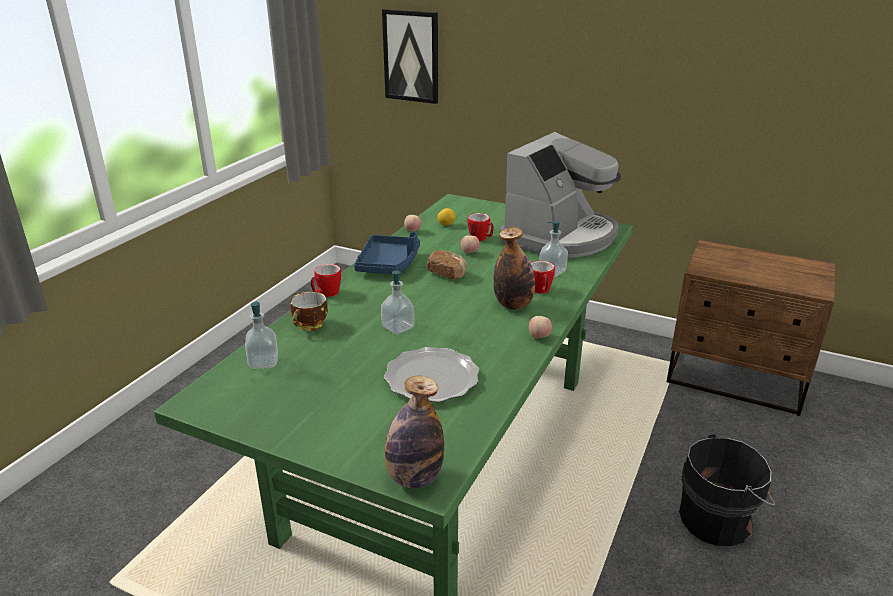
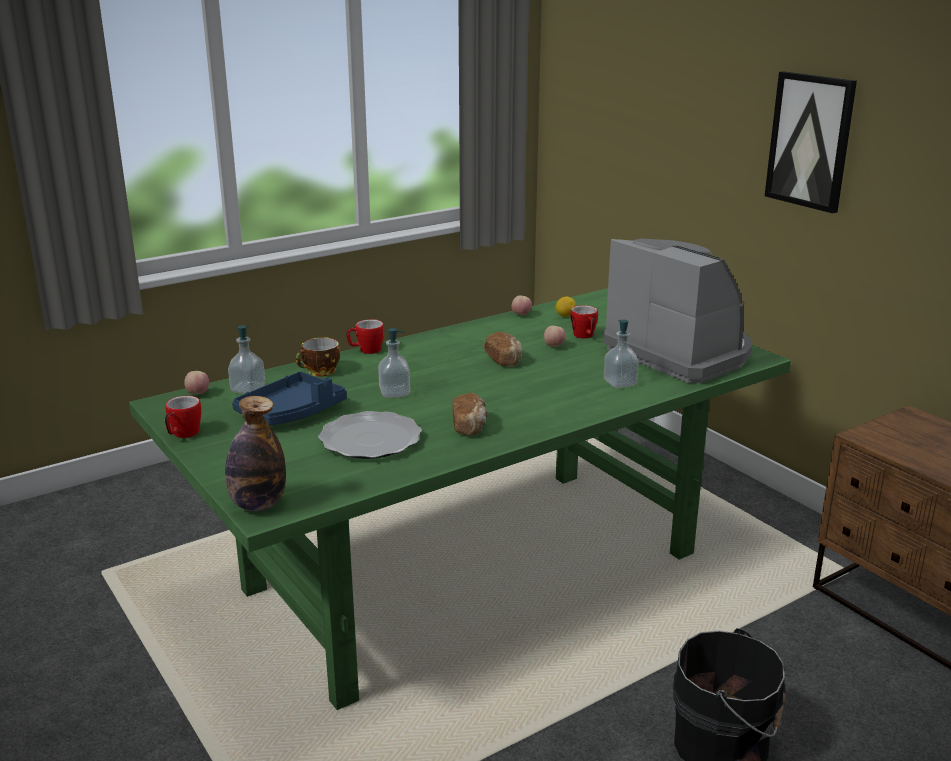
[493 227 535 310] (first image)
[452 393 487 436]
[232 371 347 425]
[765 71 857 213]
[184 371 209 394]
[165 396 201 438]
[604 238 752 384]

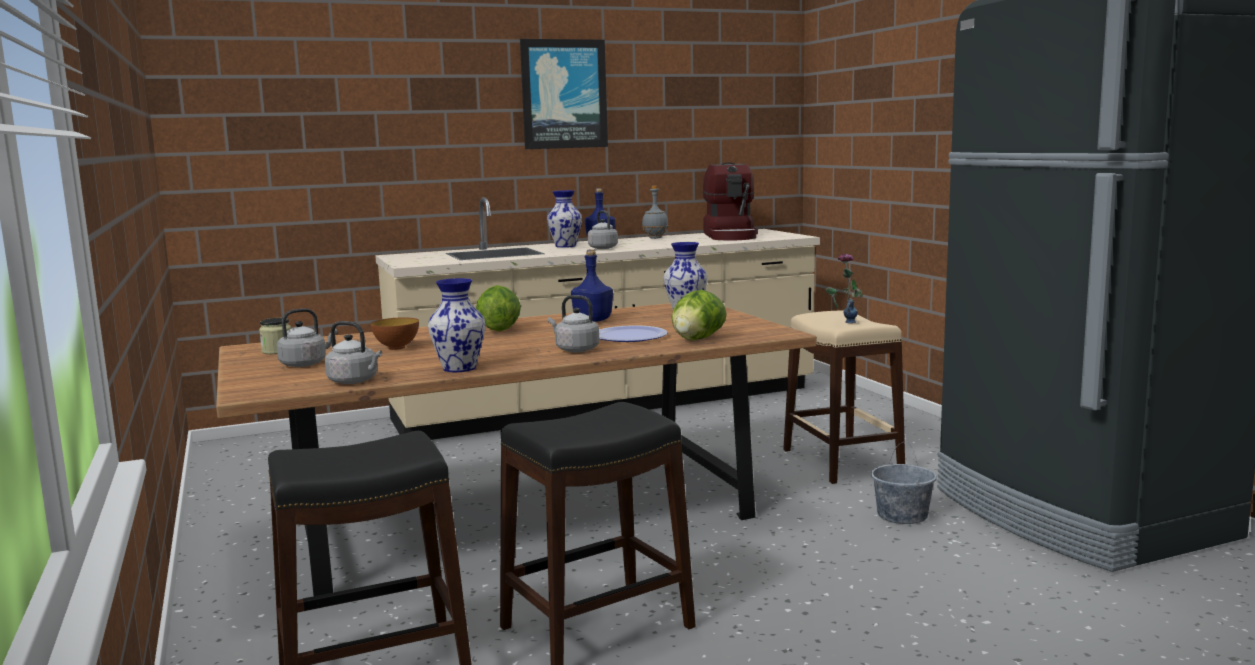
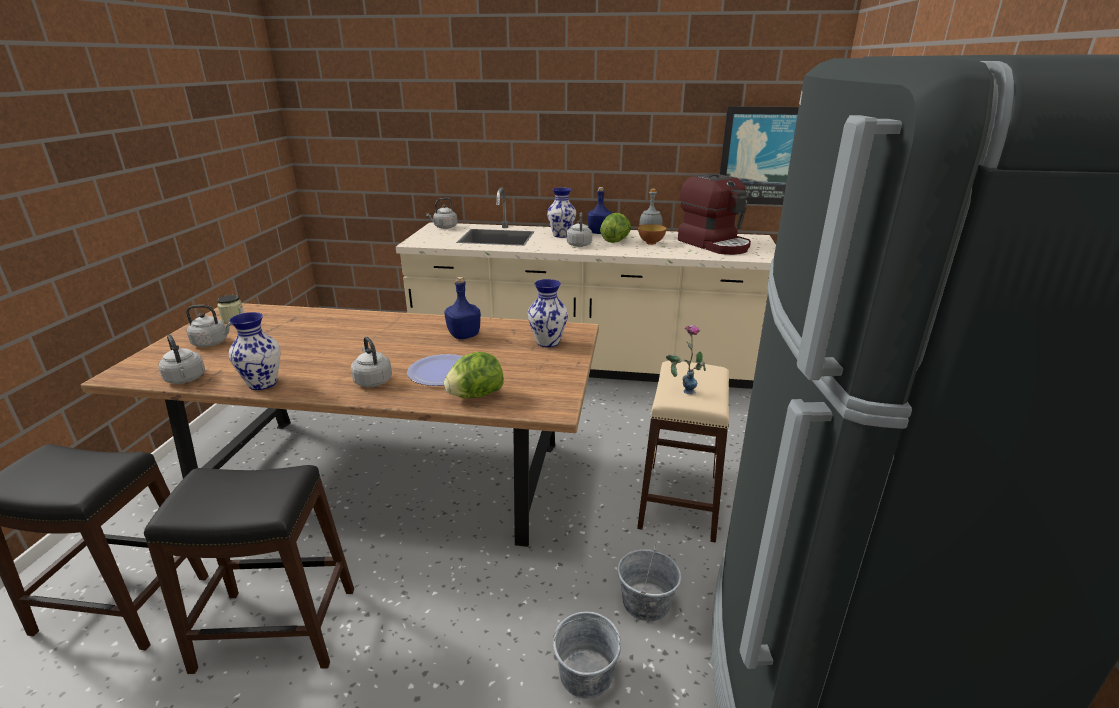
[426 198 457 229]
[553 612 621 699]
[638 224 667 245]
[600 213 631 243]
[720 106 799 205]
[678 173 751 255]

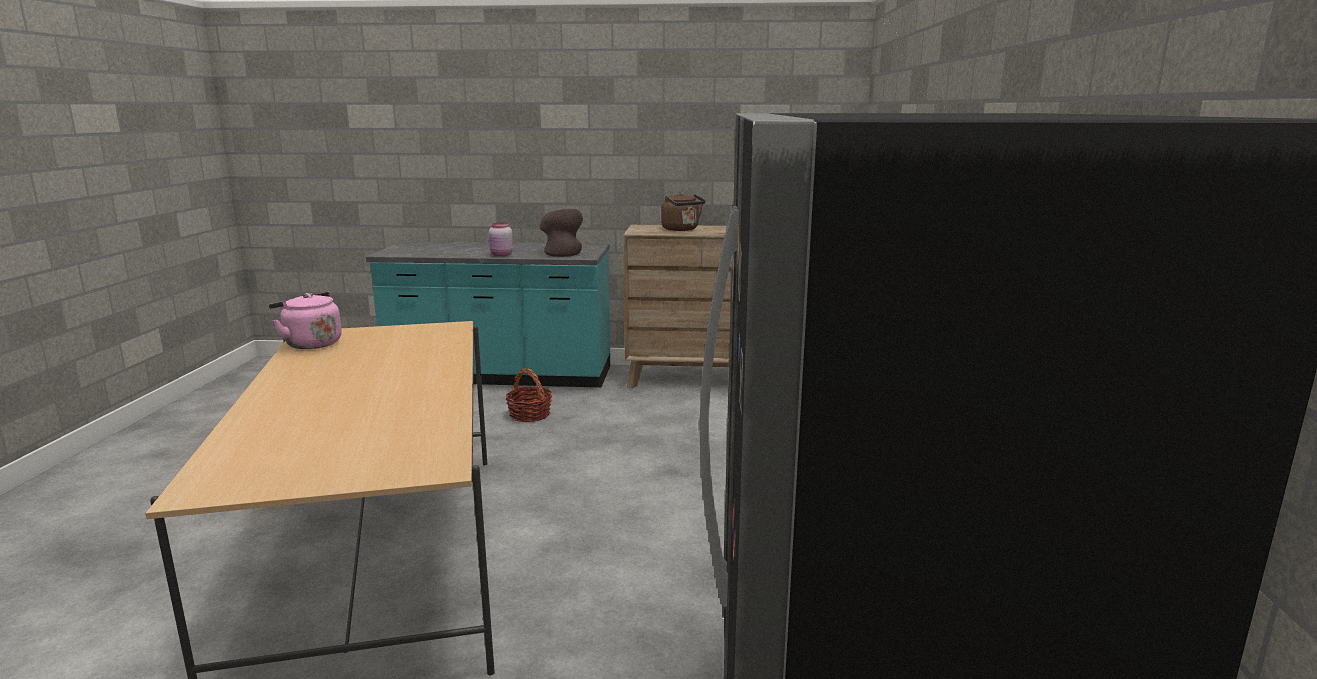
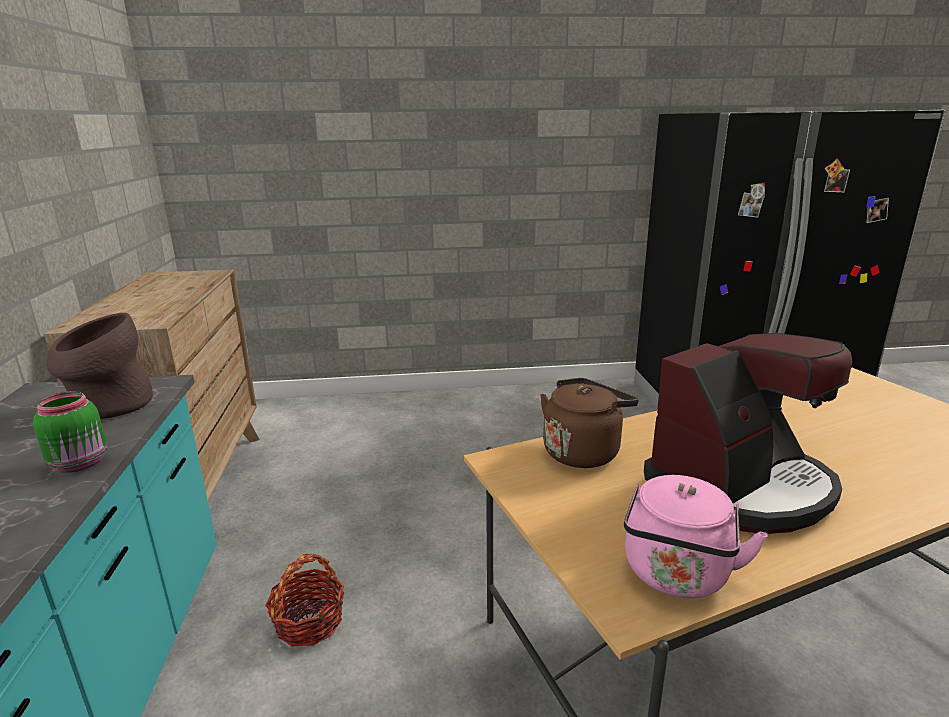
[644 333 853 534]
[540 378 639 468]
[33 391 107 473]

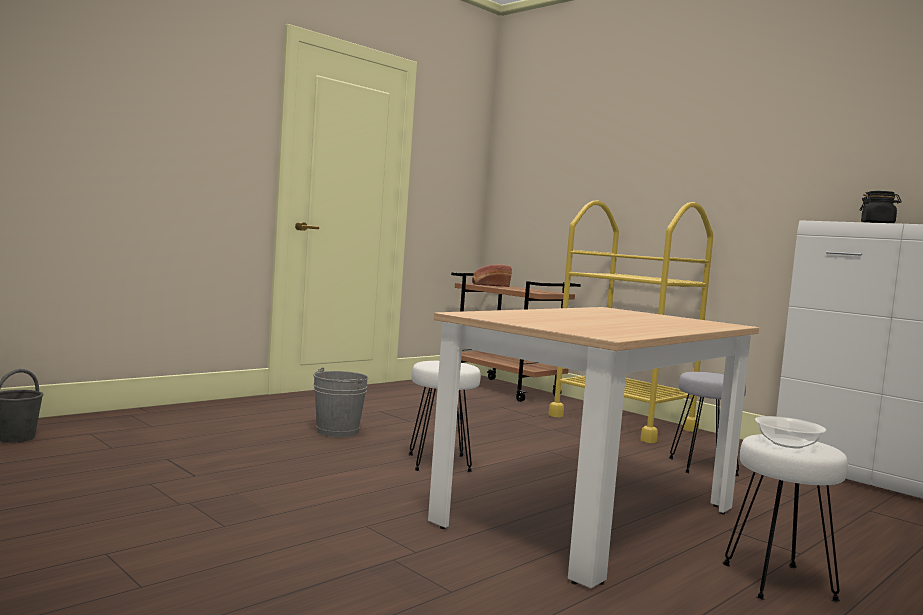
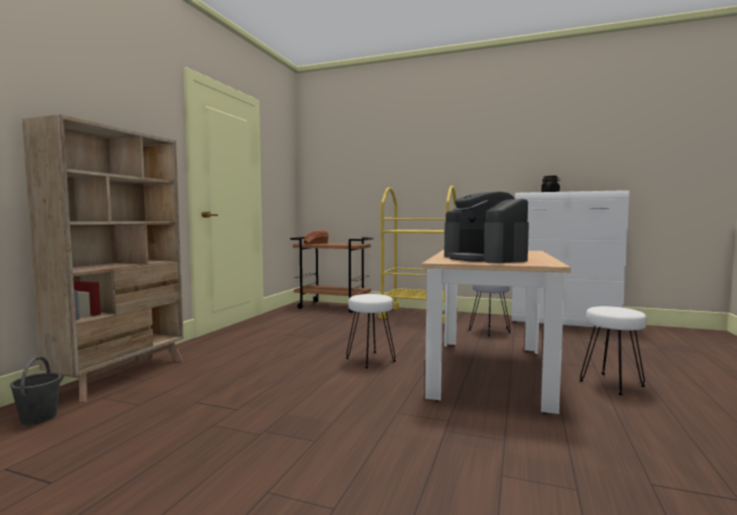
[313 367 368 437] (first image)
[755 416 826 448] (first image)
[22 114 184 402]
[444 191 529 263]

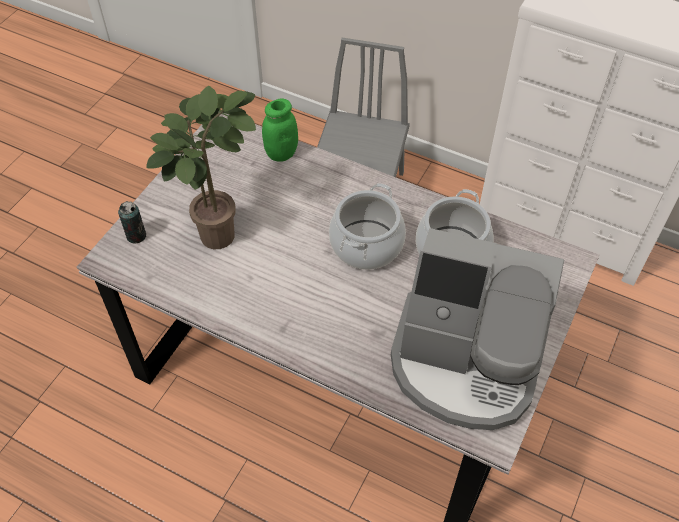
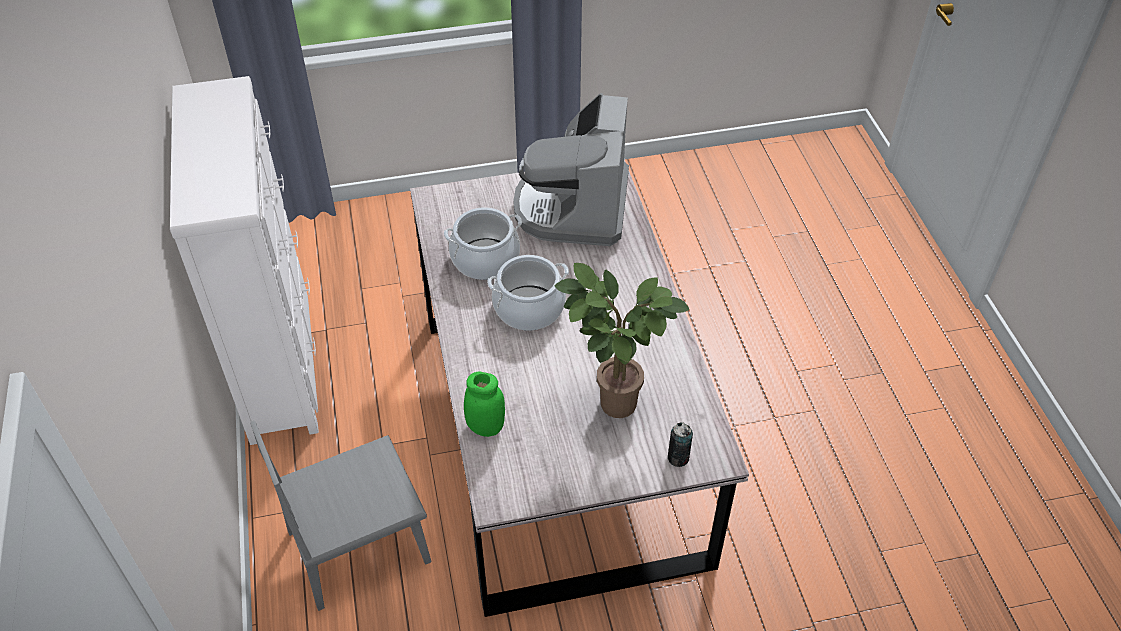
[513 93 629 246]

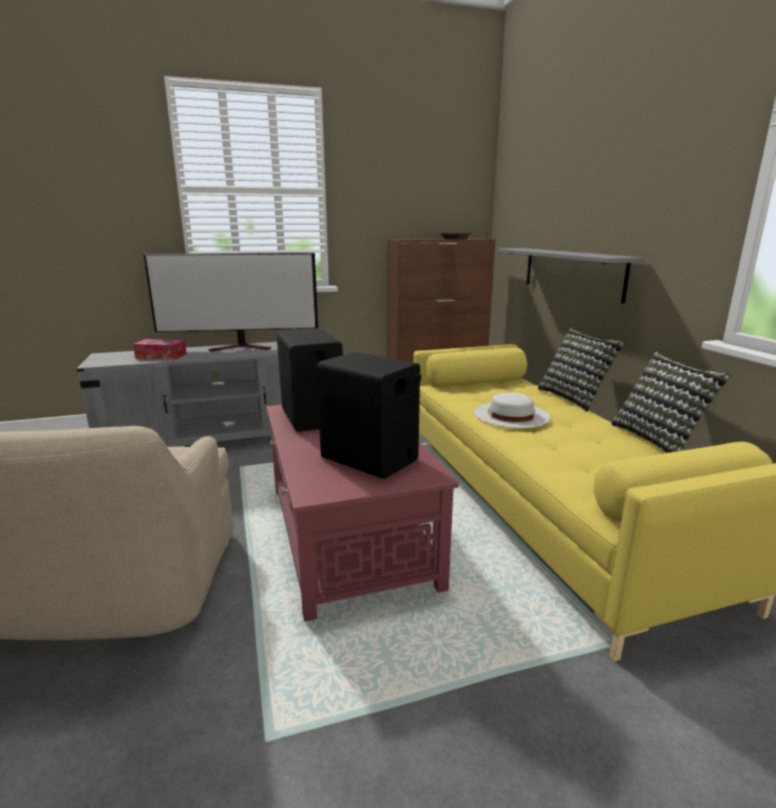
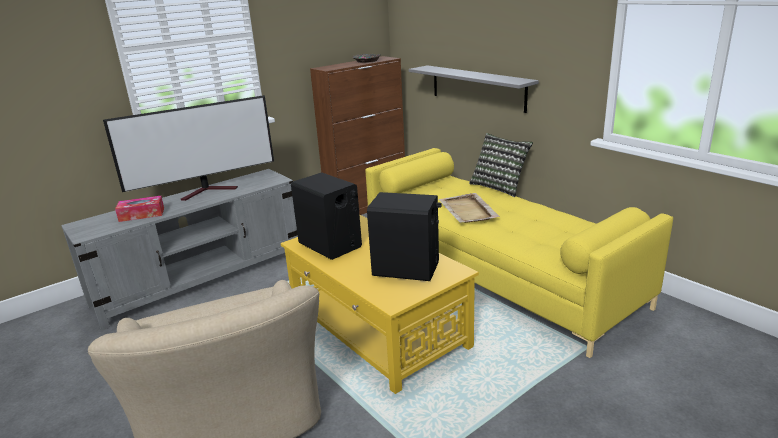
[611 352 732 453] (first image)
[438 193 500 223]
[281 215 479 394]

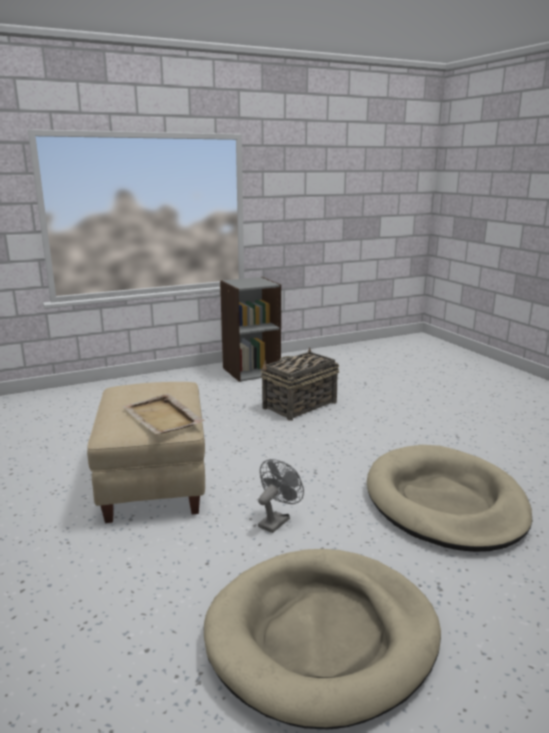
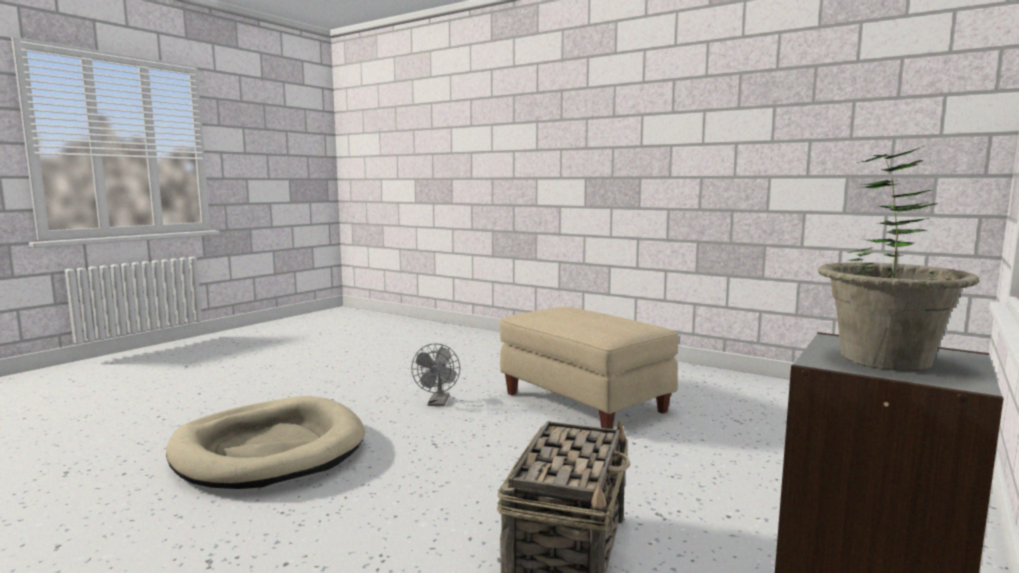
[122 394 205 434] (first image)
[204 549 441 729] (first image)
[818 145 980 371]

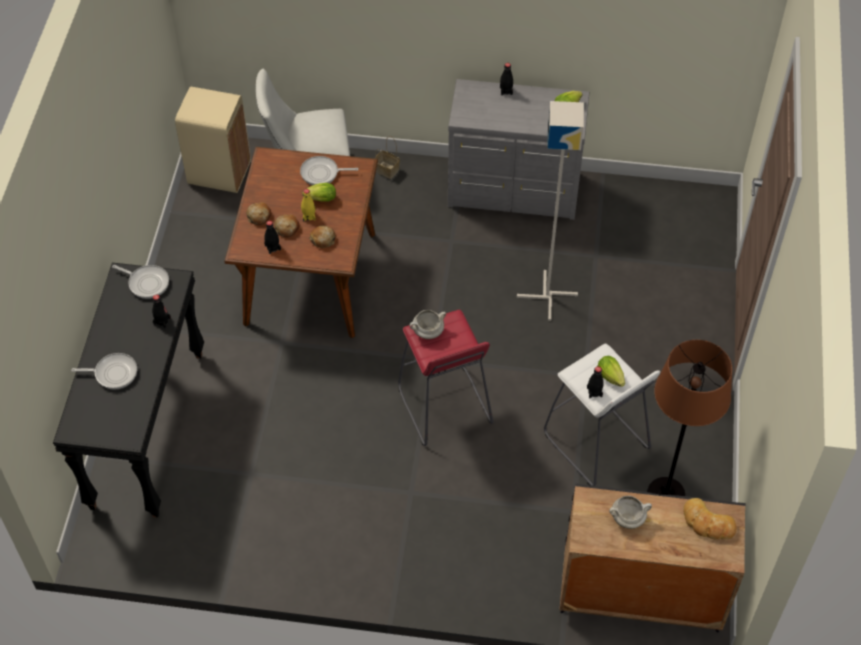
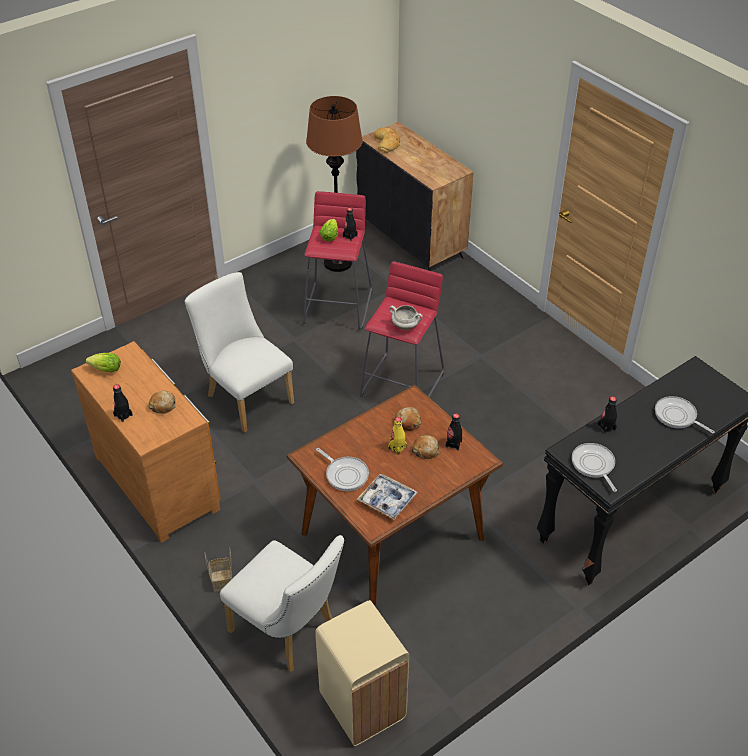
[302 183 336 201] (first image)
[609 496 652 529] (first image)
[357 474 418 520]
[148 391 176 414]
[185 272 294 433]
[71 341 220 543]
[303 191 372 330]

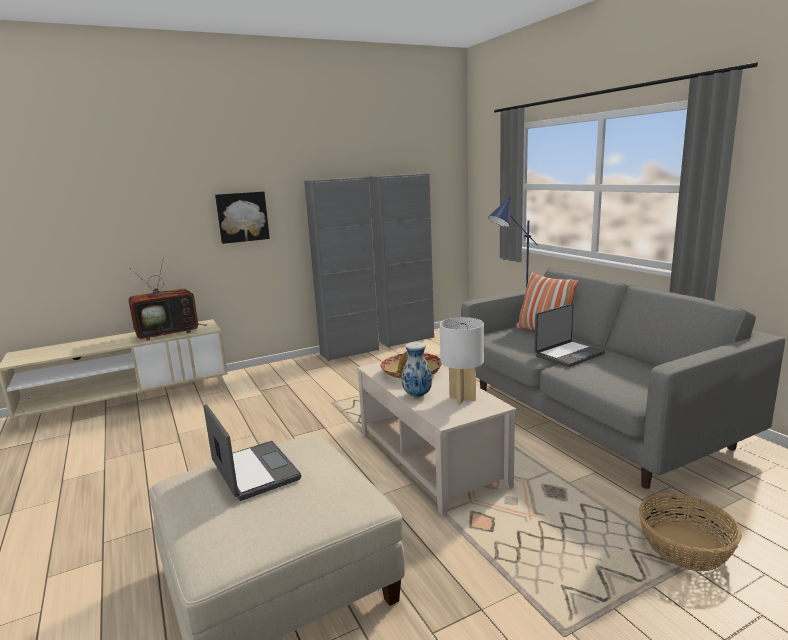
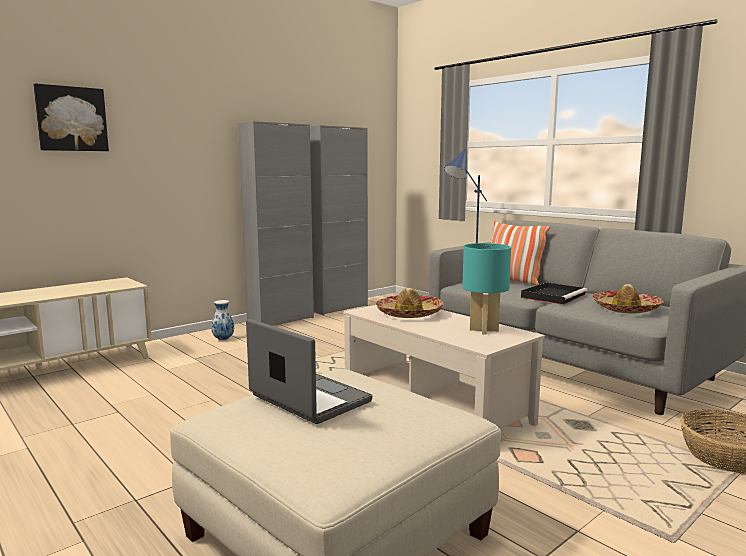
[128 257 206 341] (first image)
[592 284 664 313]
[34 83 109 151]
[211 300 234 340]
[521 282 587 305]
[462 243 511 335]

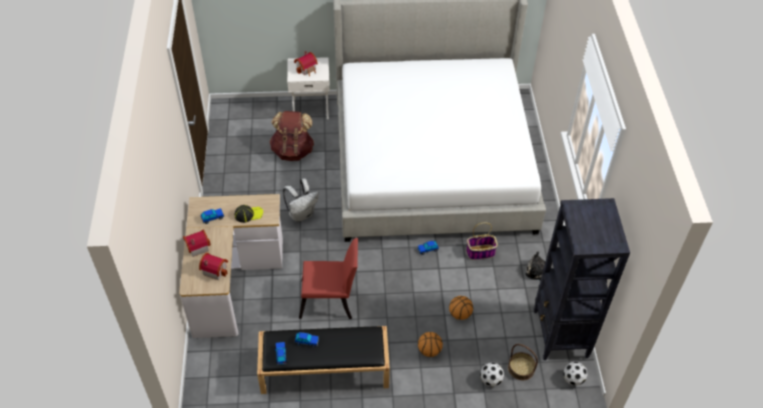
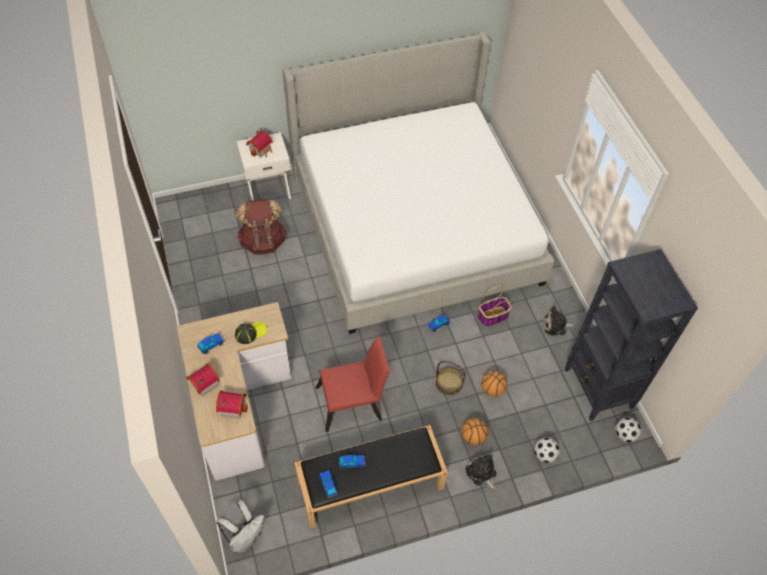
[465 454 497 490]
[216 500 265 553]
[436 361 466 396]

